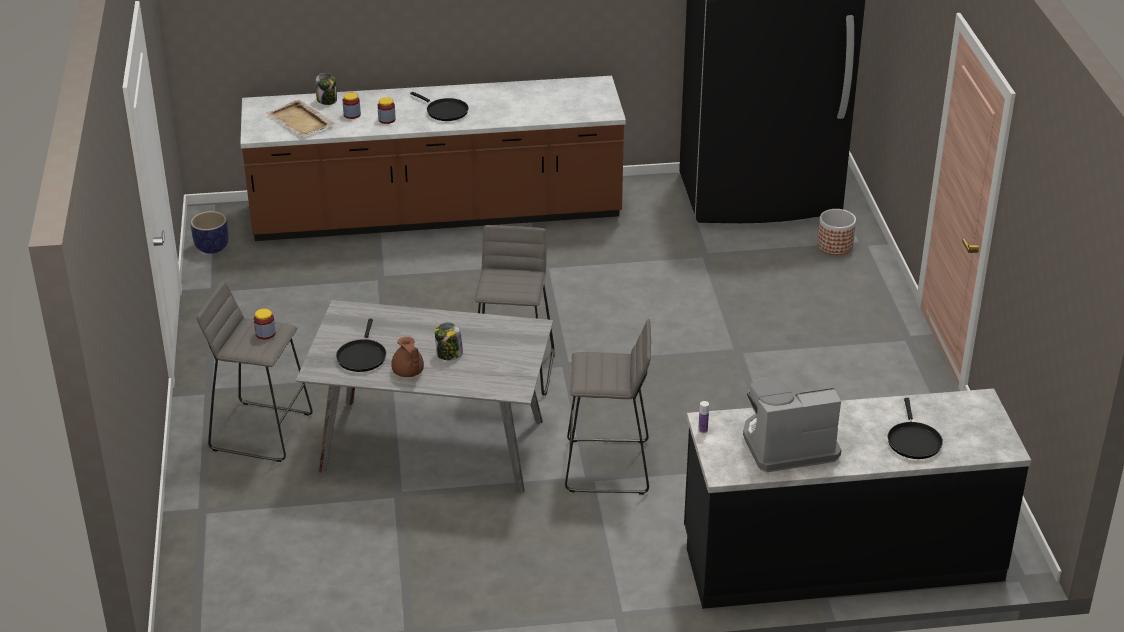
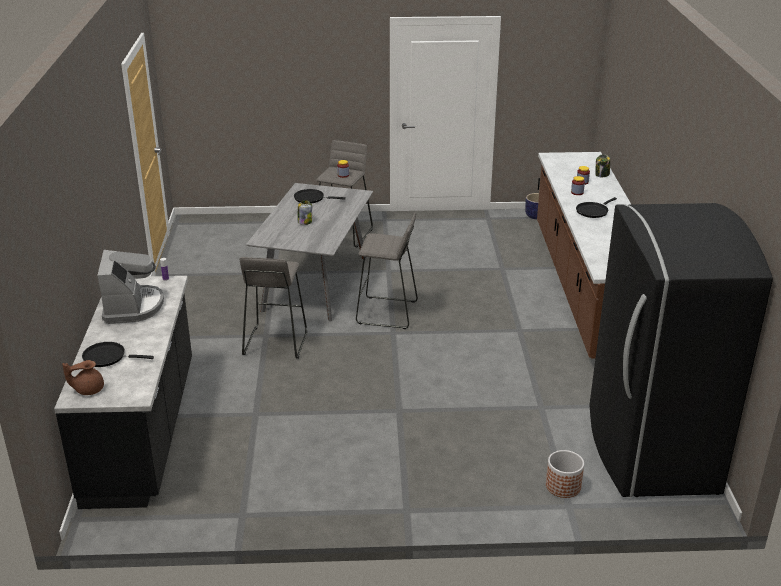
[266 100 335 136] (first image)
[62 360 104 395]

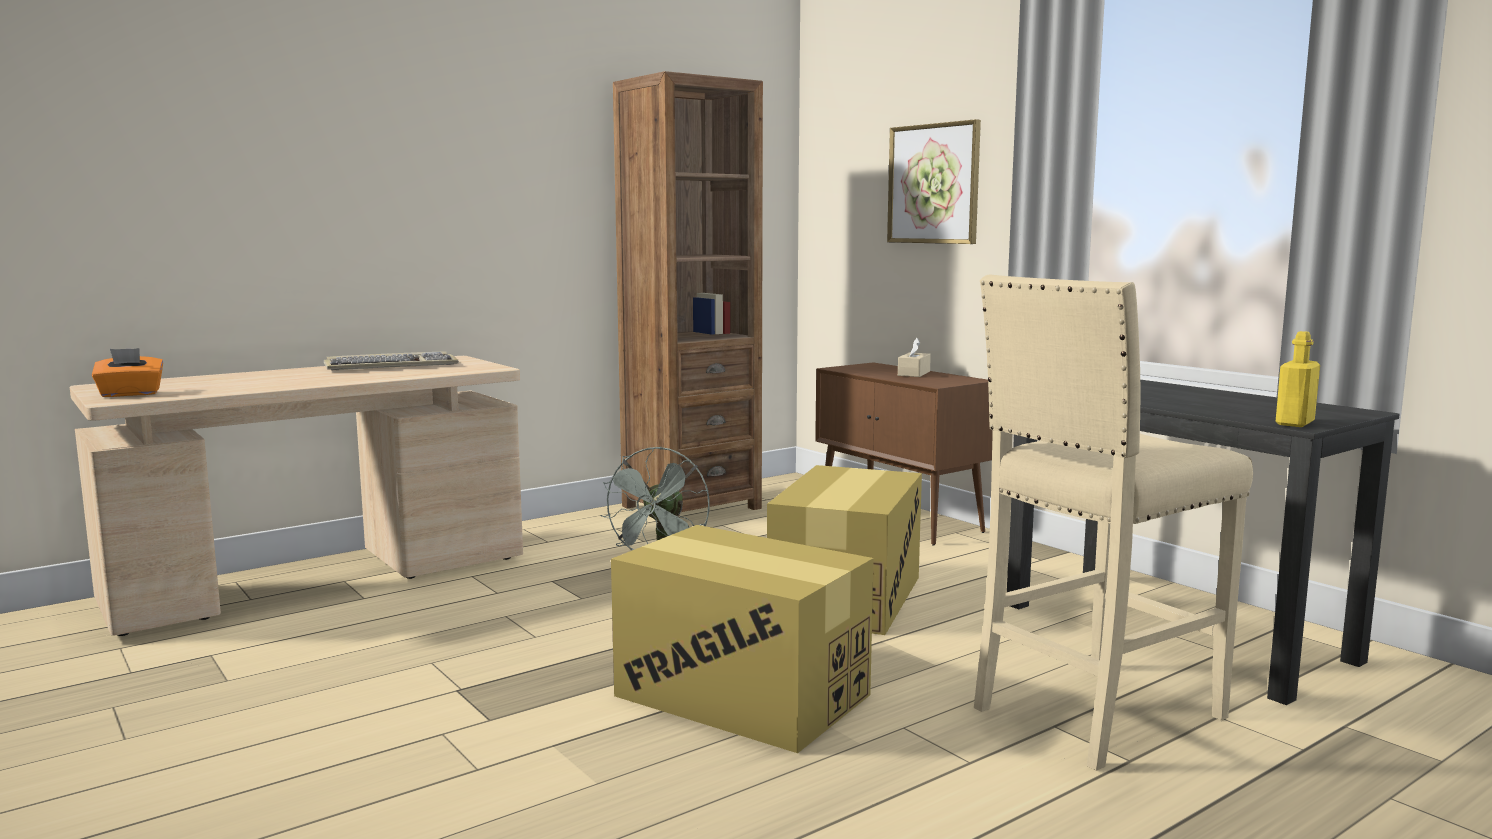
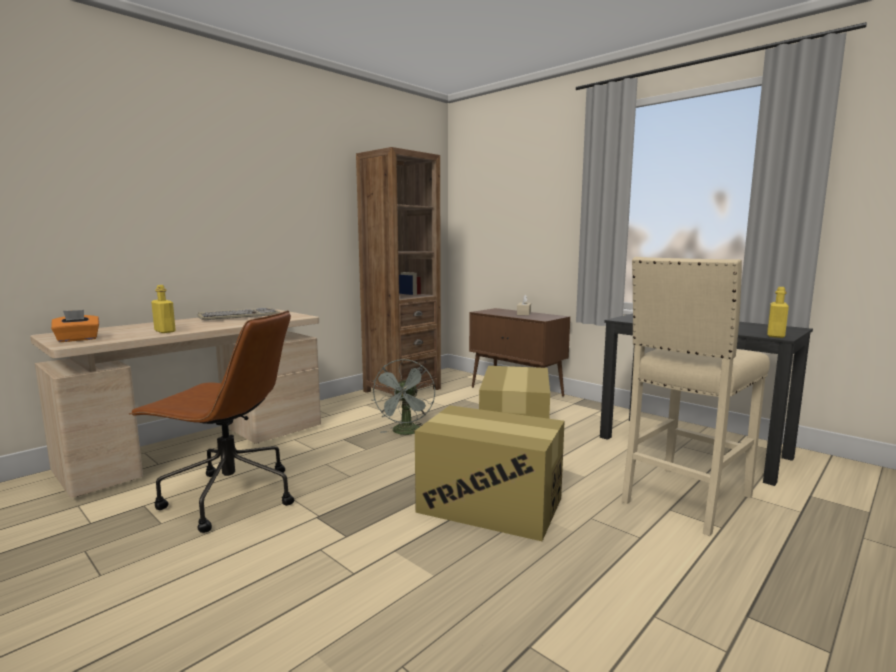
[887 119 981 244] (first image)
[129 310 294 533]
[151 285 176 333]

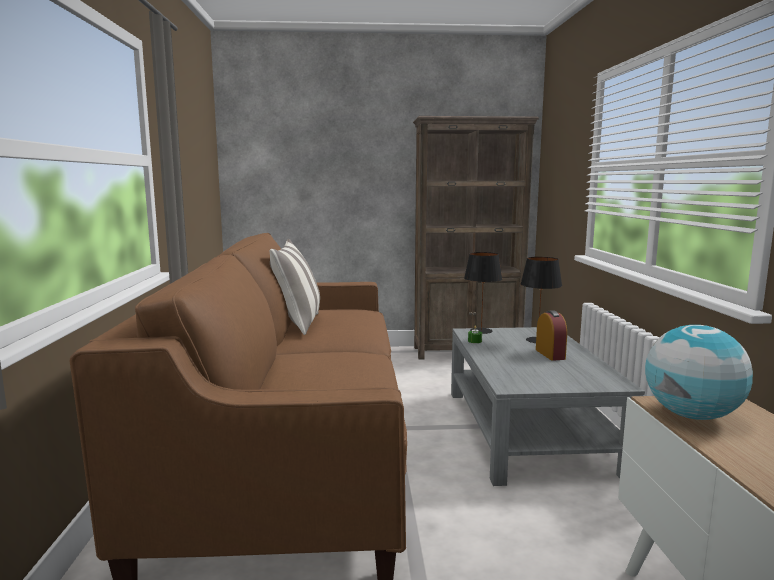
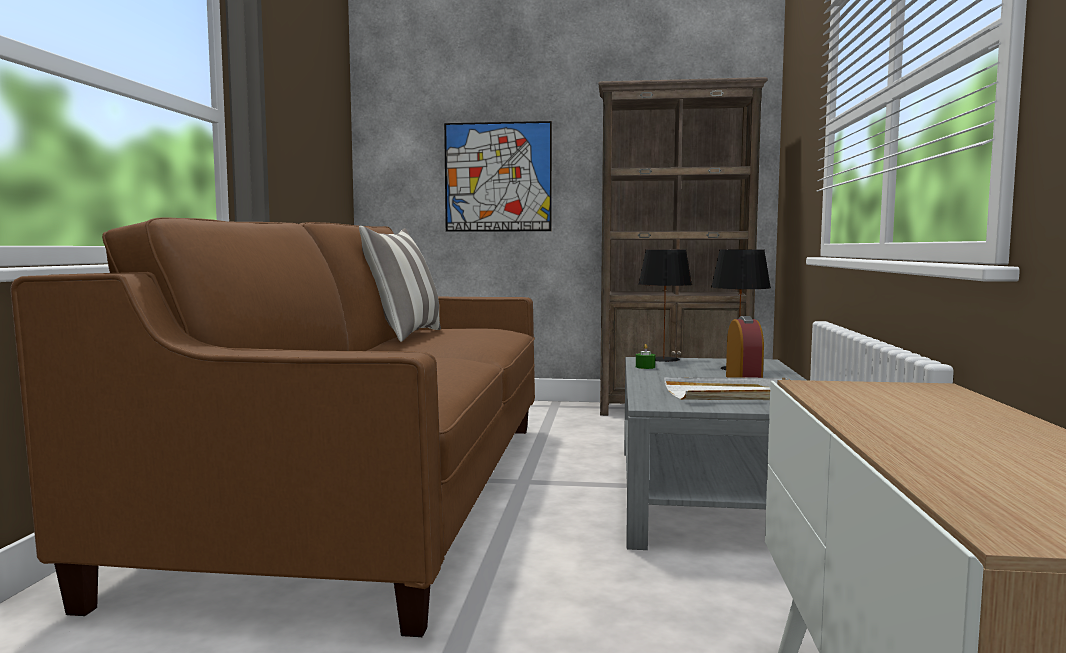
[645 325 753 420] (first image)
[444 121 552 232]
[664 377 790 400]

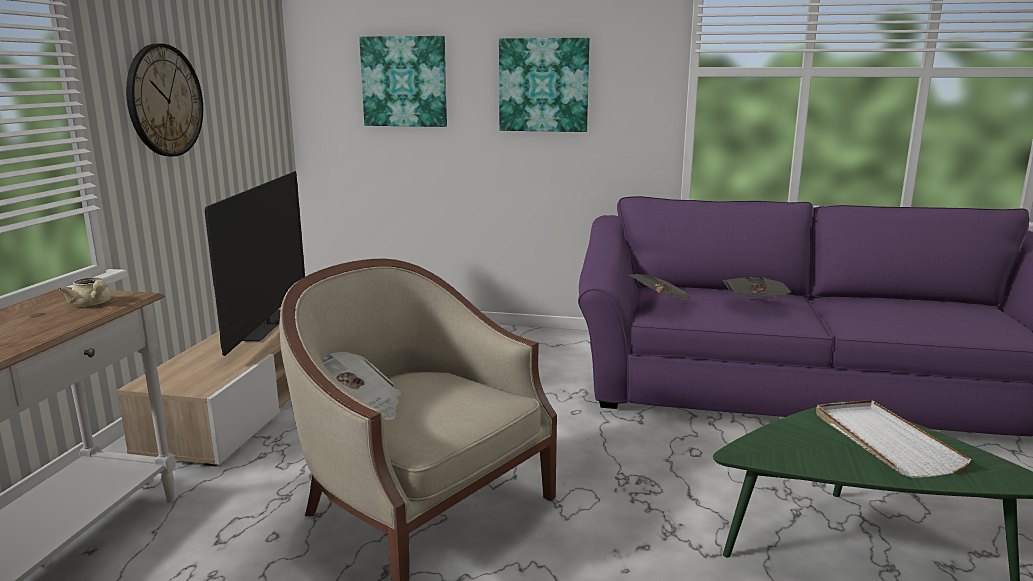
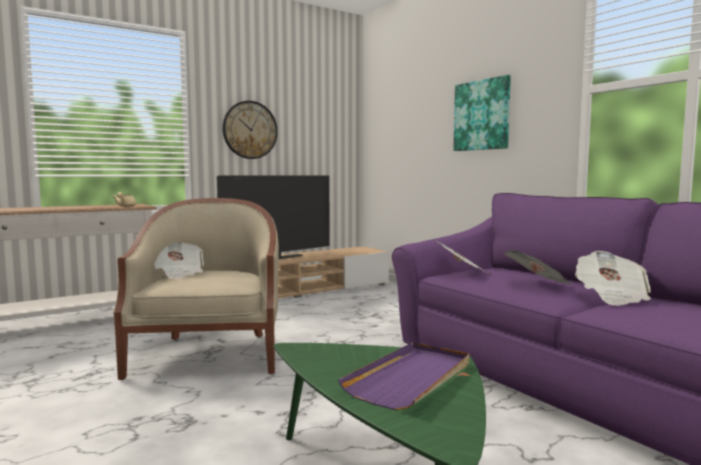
[359 36 447 127] (first image)
[575 251 651 306]
[338 342 469 410]

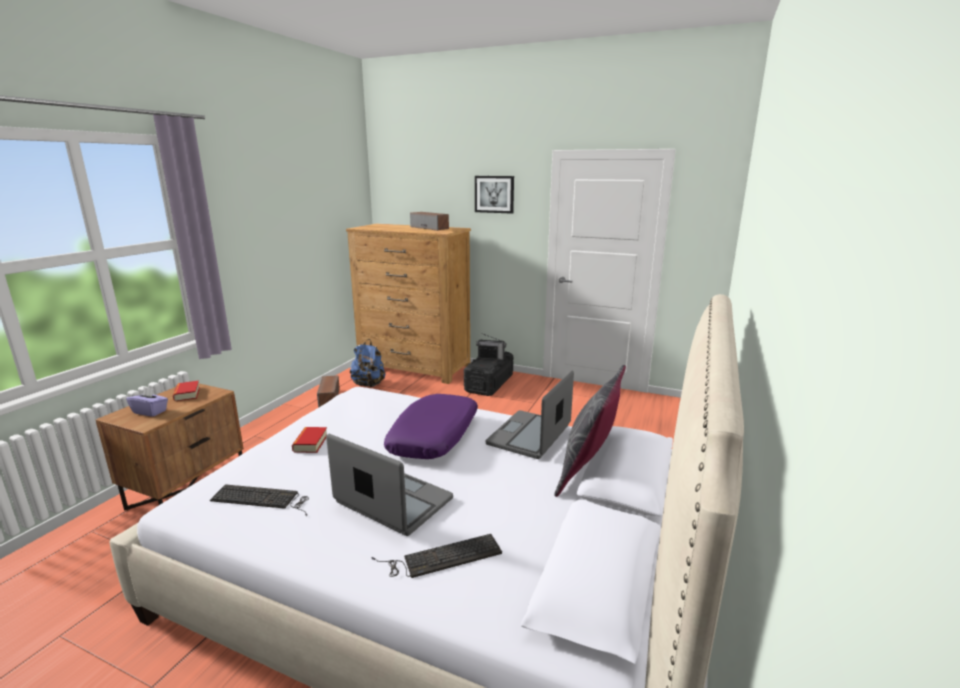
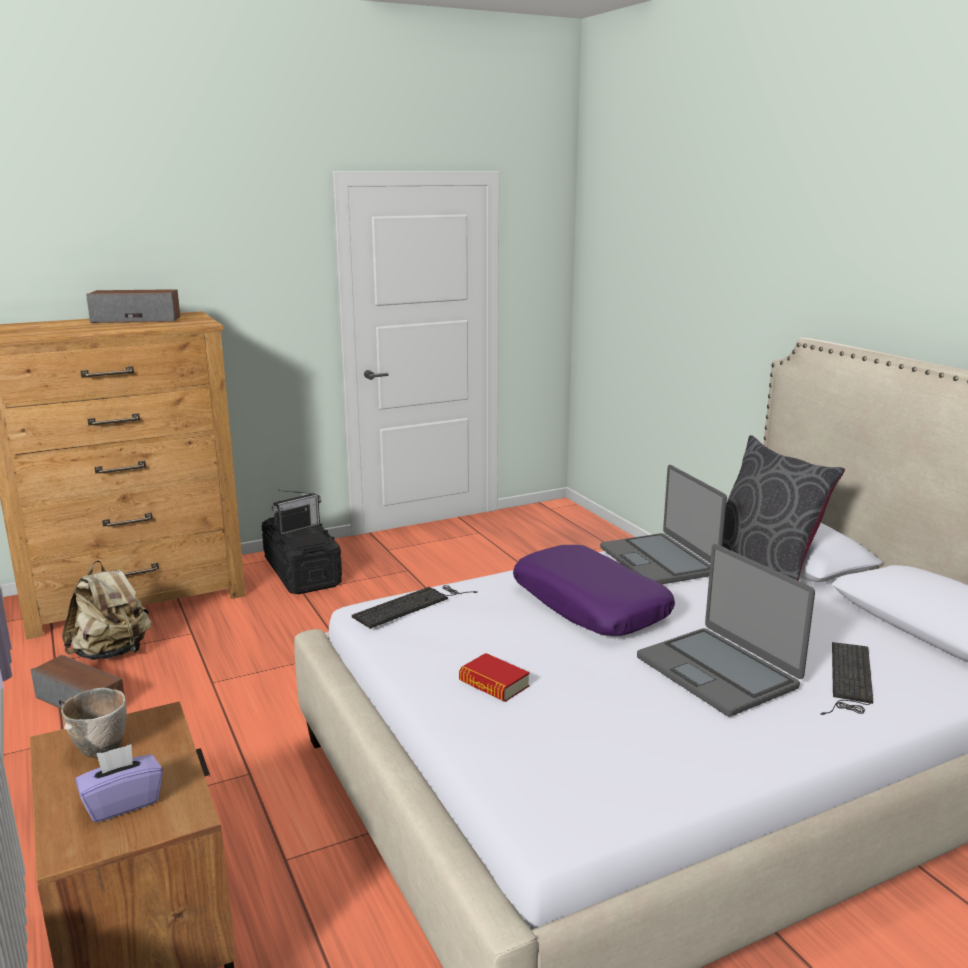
[475 176 514 214] (first image)
[352 585 478 629]
[61 688 127 758]
[62 560 151 660]
[637 544 815 716]

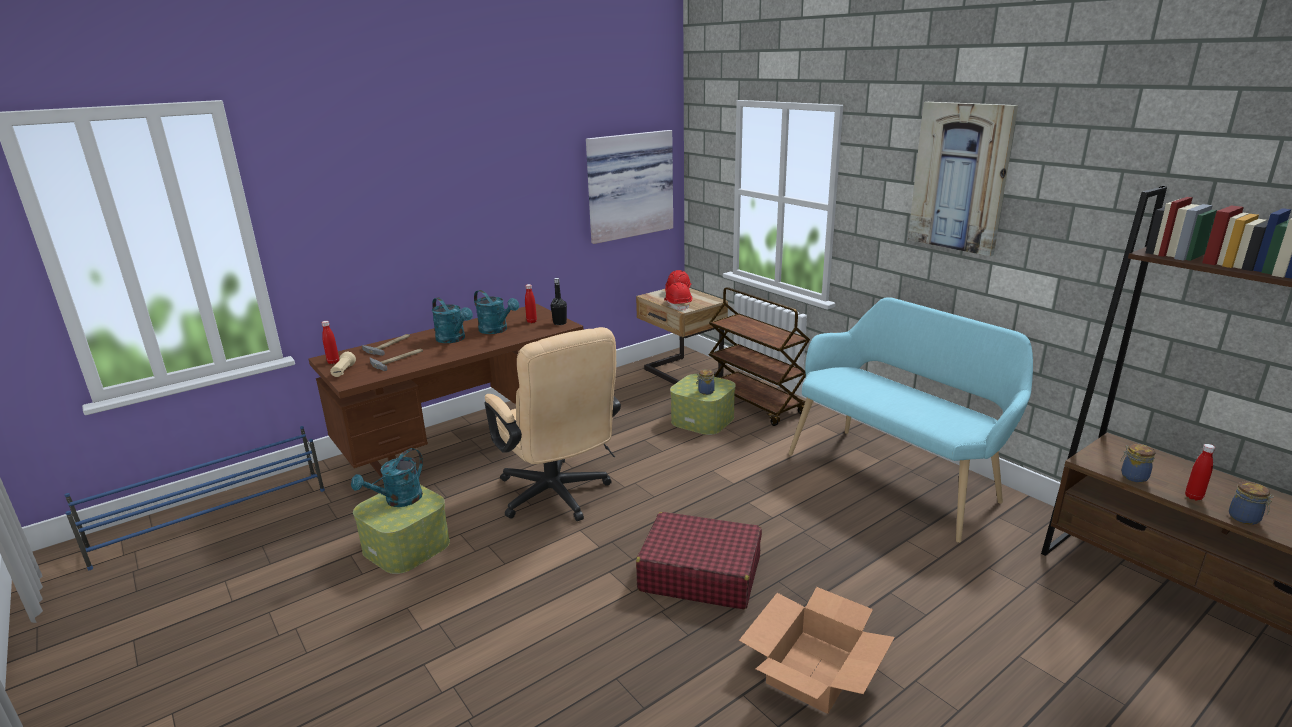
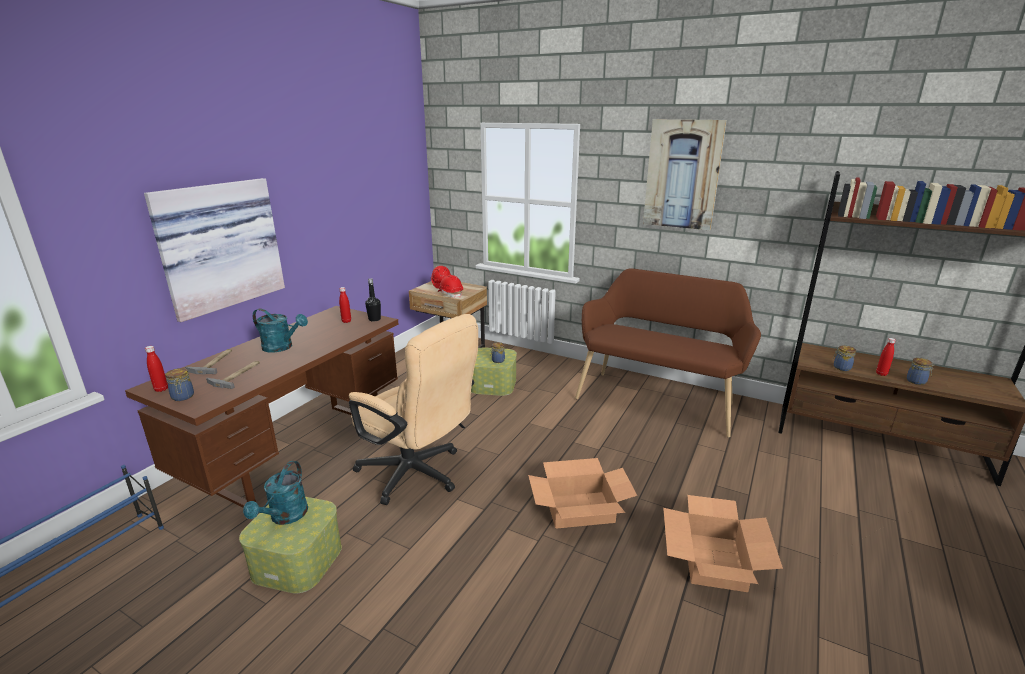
[474 290 519 334] (first image)
[709 287 810 426] (first image)
[144 178 285 322]
[165 368 194 401]
[528 458 637 529]
[575 268 761 438]

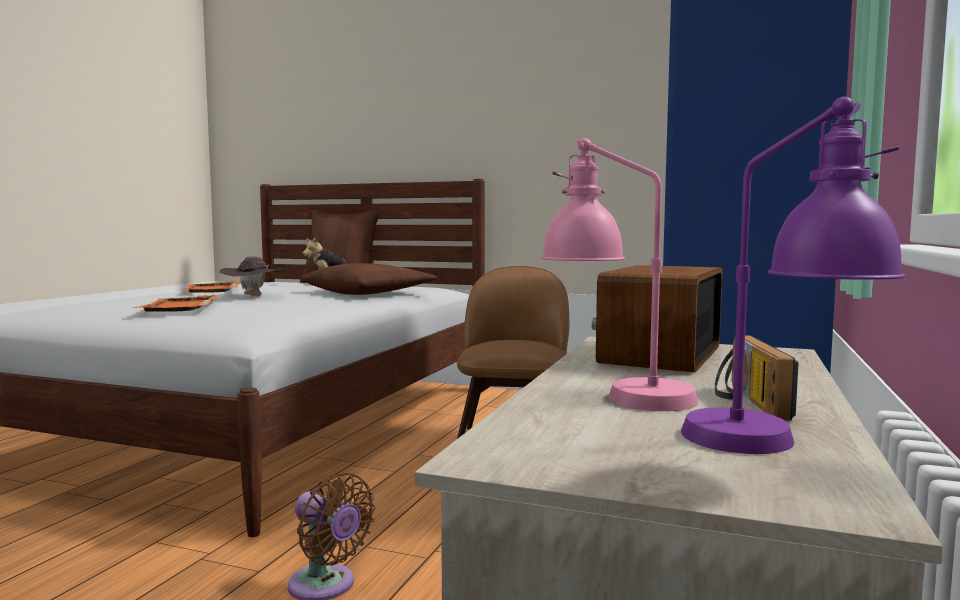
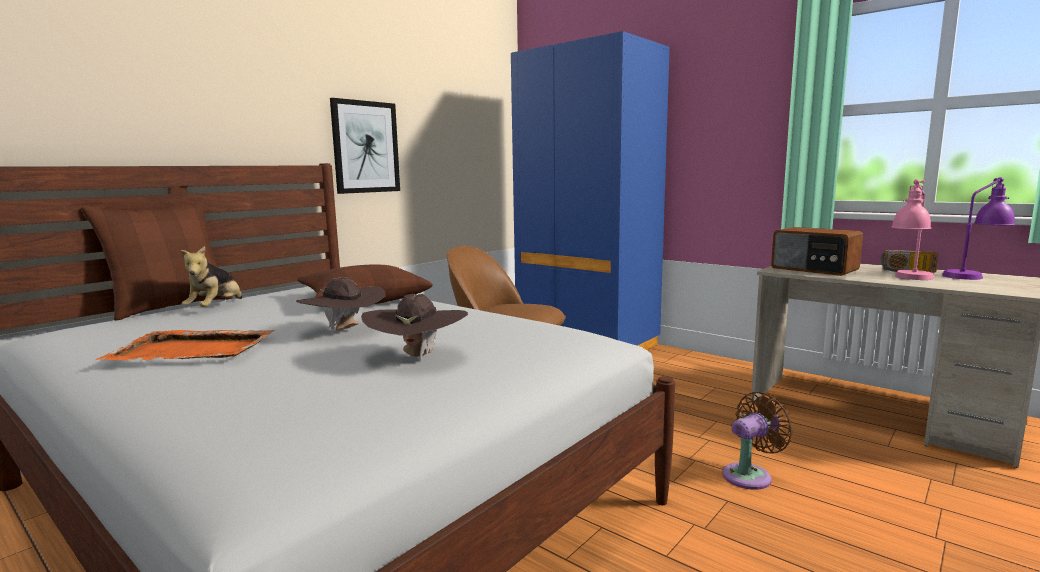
[330 98 400 194]
[361 294 468 362]

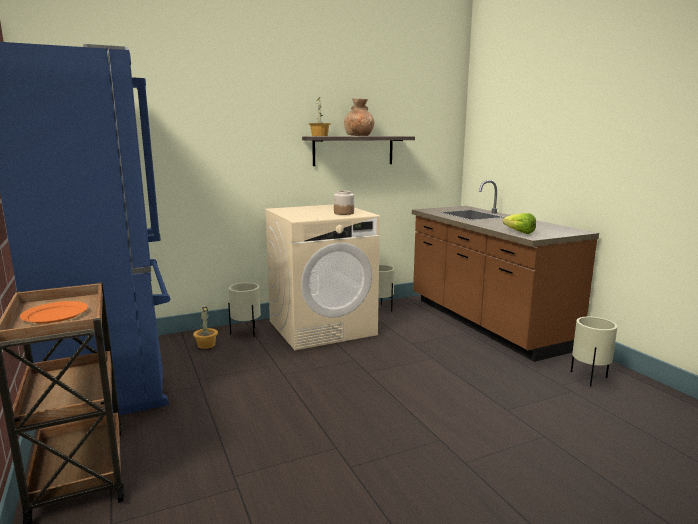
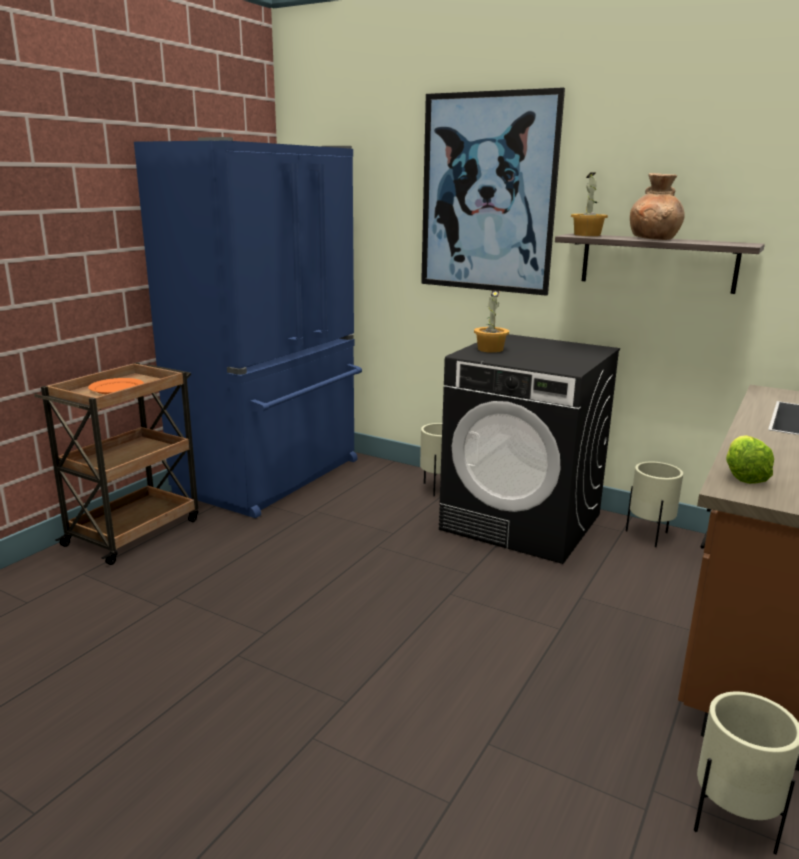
[334 191 354 215] (first image)
[421 88 565 296]
[474 290 509 353]
[439 334 620 564]

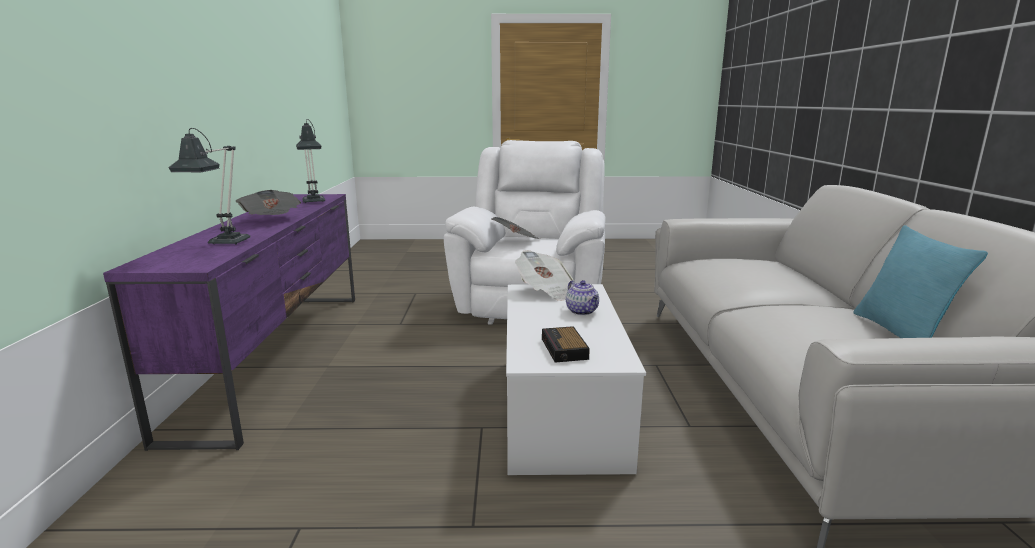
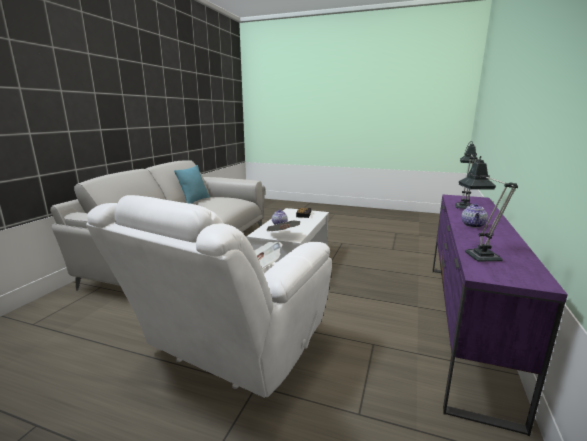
[461 203 488 228]

